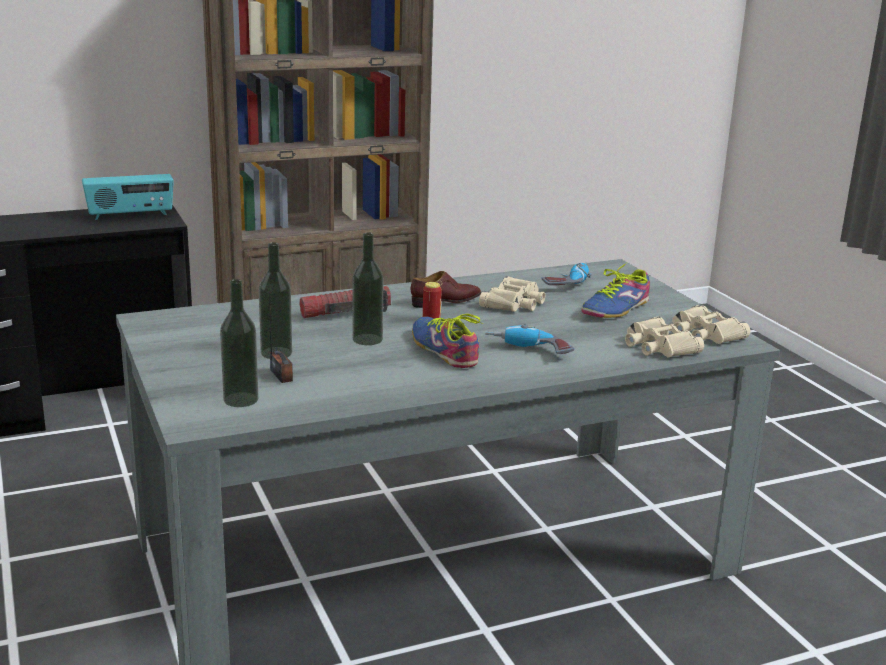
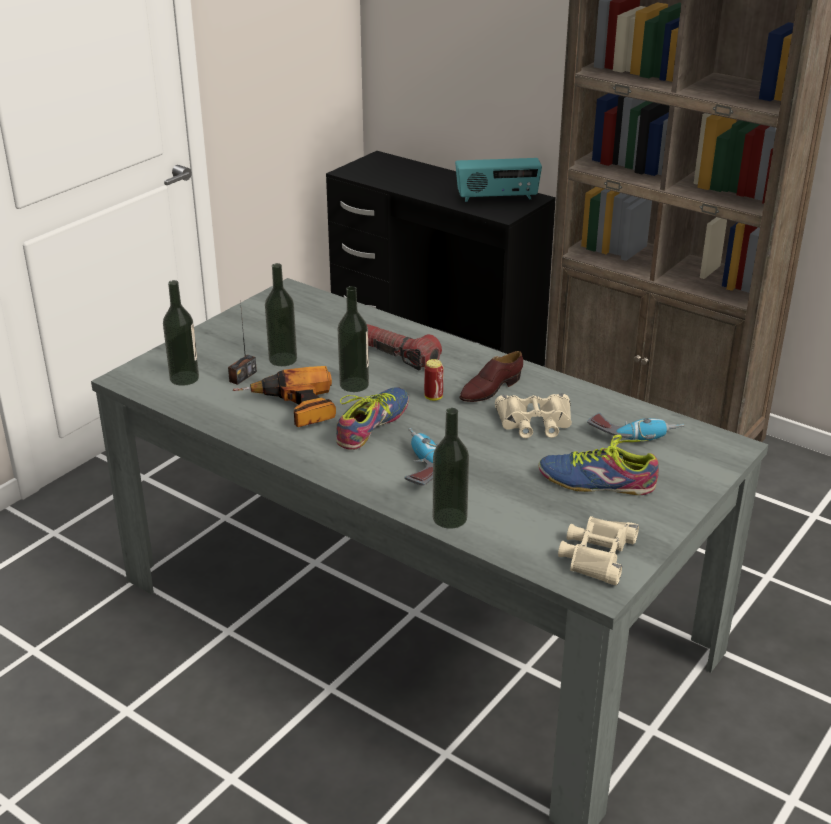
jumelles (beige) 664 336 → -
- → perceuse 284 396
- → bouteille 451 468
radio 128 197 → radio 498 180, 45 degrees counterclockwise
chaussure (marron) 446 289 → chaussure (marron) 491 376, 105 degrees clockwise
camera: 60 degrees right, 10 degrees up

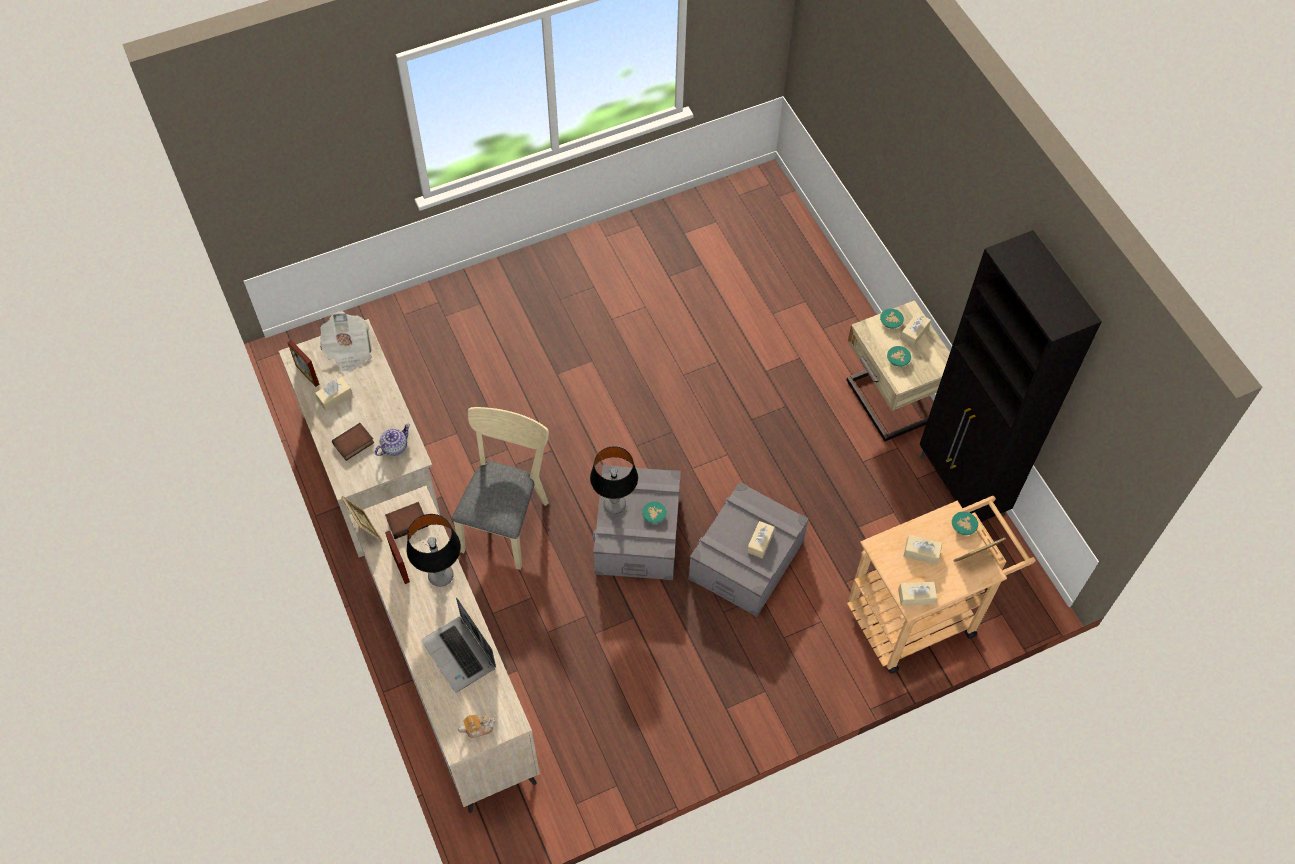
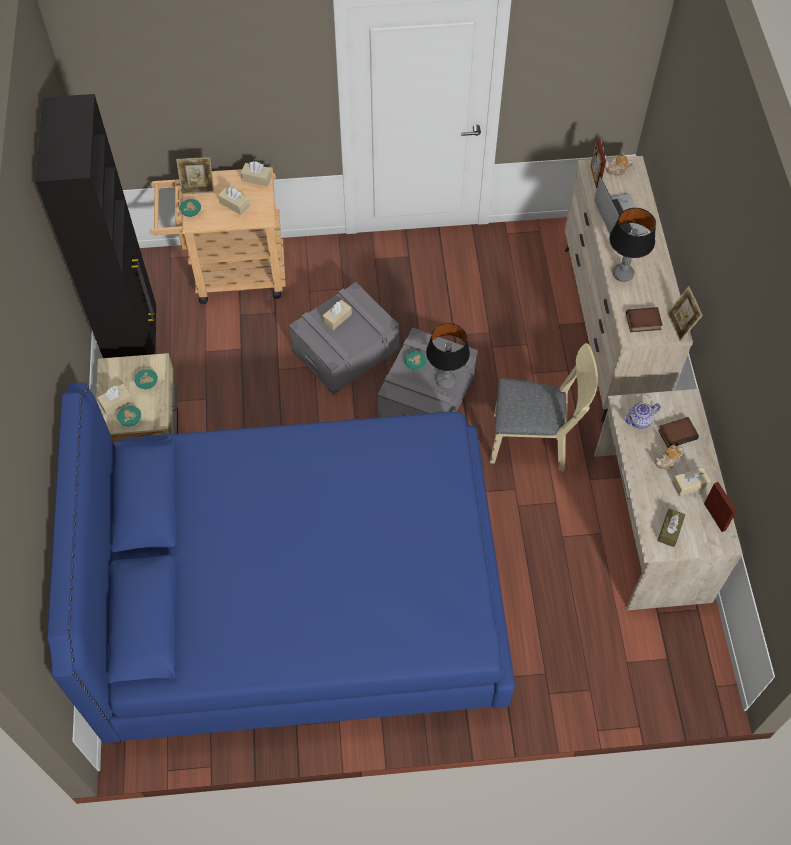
- → lit (bleu) 281 563
- → théière 669 457
cadre photo 397 557 → cadre photo 598 163, relocated
journal 346 342 → boîte à mouchoirs (marron) 672 528
chaise (beige) 500 488 → chaise (beige) 544 407, 120 degrees counterclockwise
camera: 160 degrees left, 0 degrees up

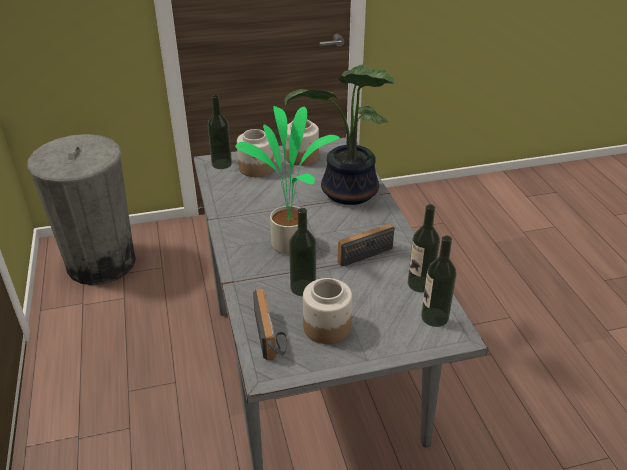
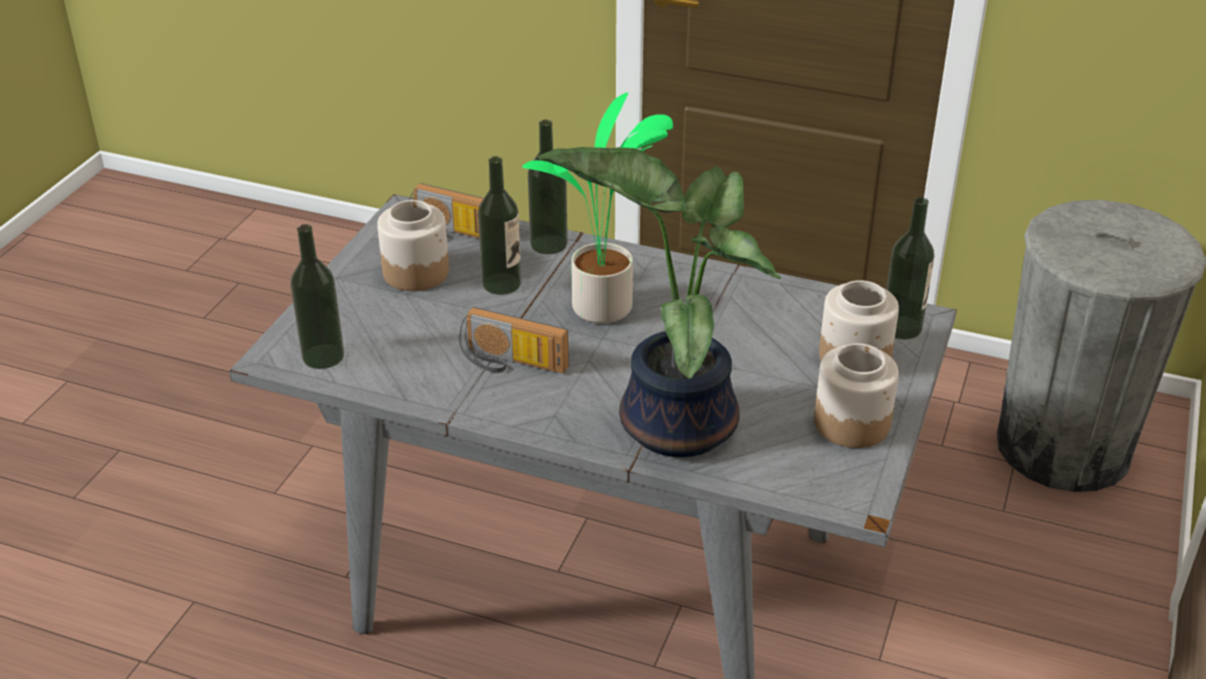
bouteille 424 248 → bouteille 548 187, relocated
radio 366 245 → radio 514 340, 105 degrees clockwise
camera: 125 degrees right, 0 degrees up

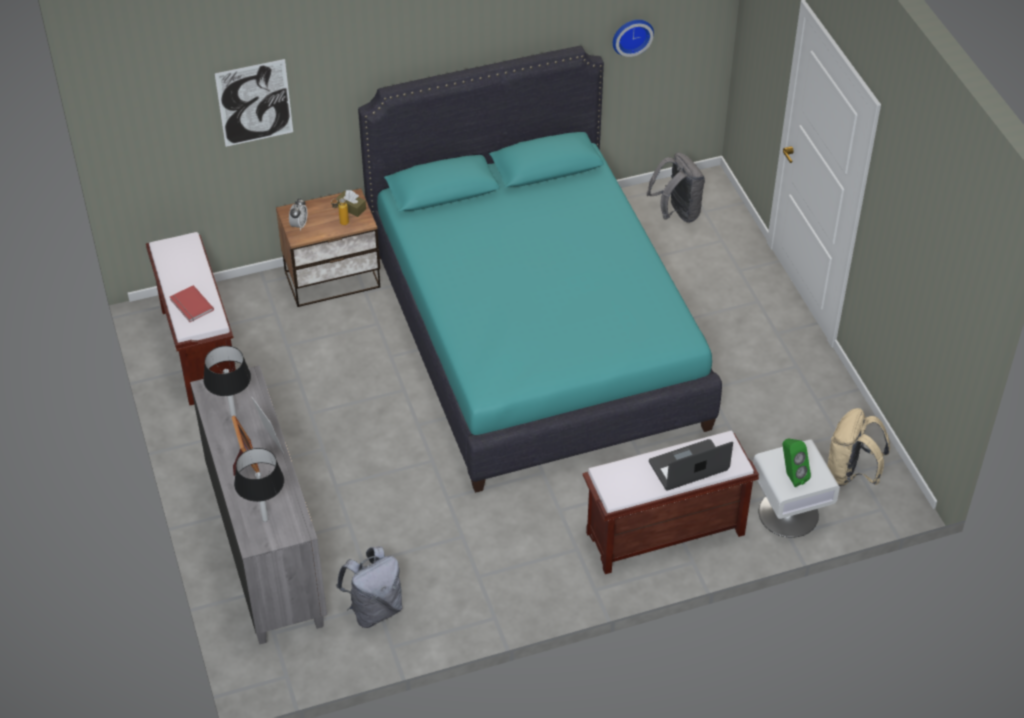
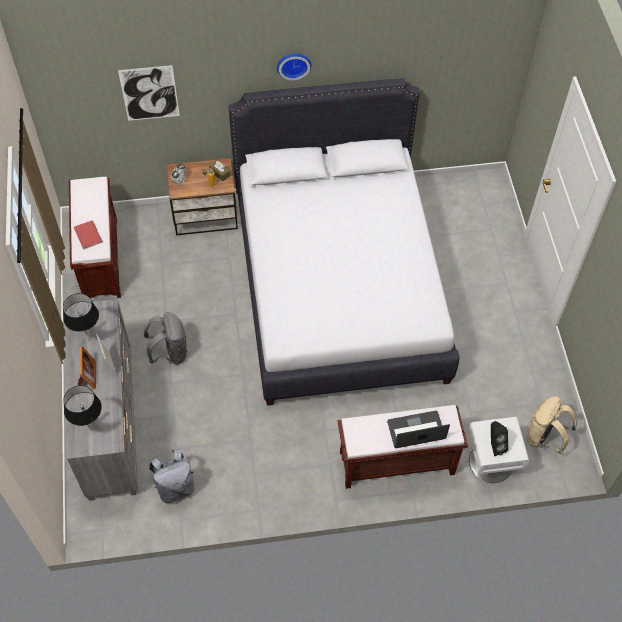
horloge murale 633 38 → horloge murale 294 66, relocated
sac à dos (gris) 676 187 → sac à dos (gris) 165 338, relocated
lit (turquoise) 540 269 → lit (blanc) 344 242
enceinte (vert) 797 463 → enceinte (noir) 499 438
camera: 10 degrees right, 10 degrees up

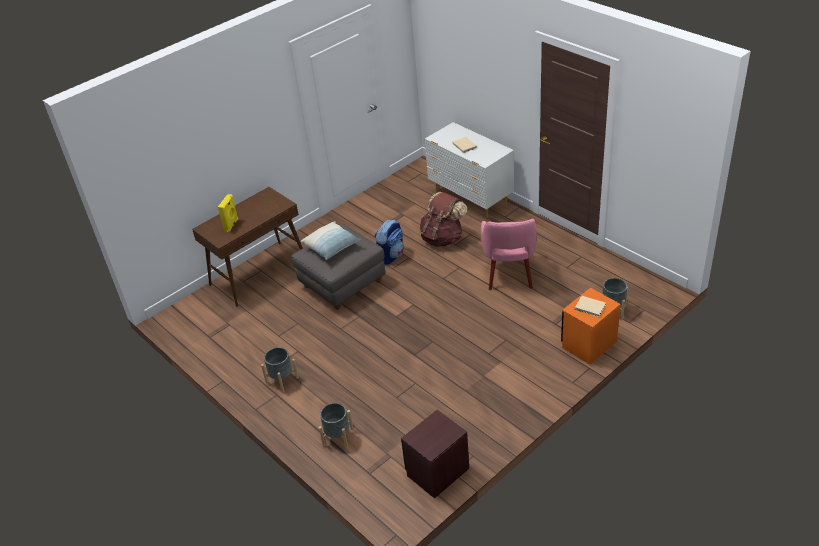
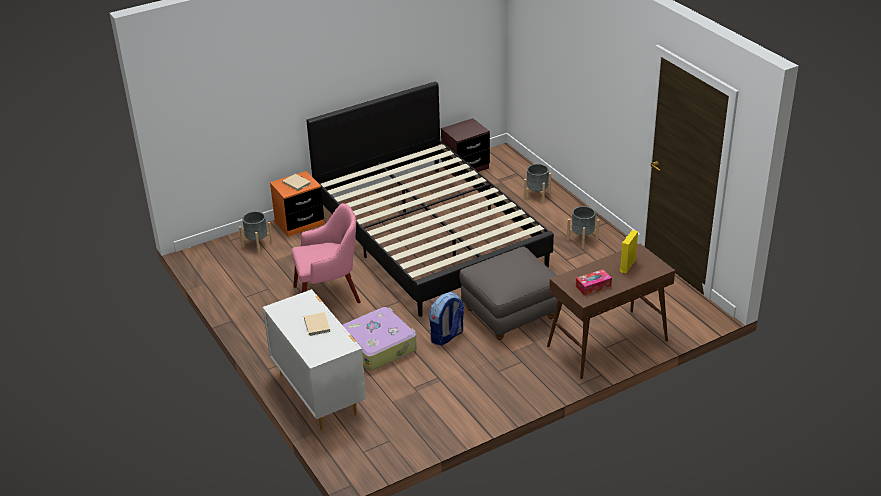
coussin 330 240 → -
- → lit (noir) 430 199
- → boîte à mouchoirs 594 282
sac à dos (marron) 443 219 → valise 380 339
fauteuil (rose) 509 254 → fauteuil (rose) 326 253, 60 degrees clockwise
camera: 170 degrees left, 5 degrees down

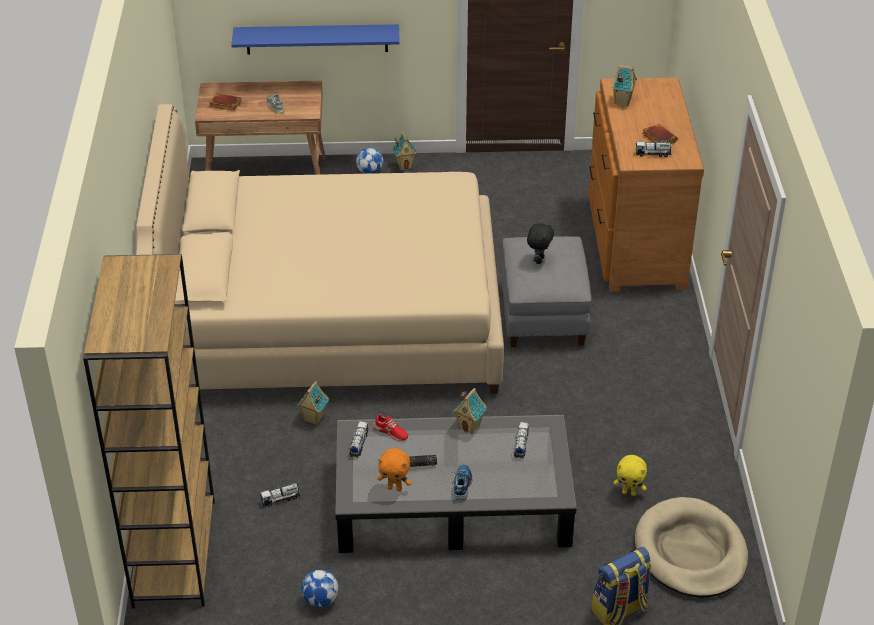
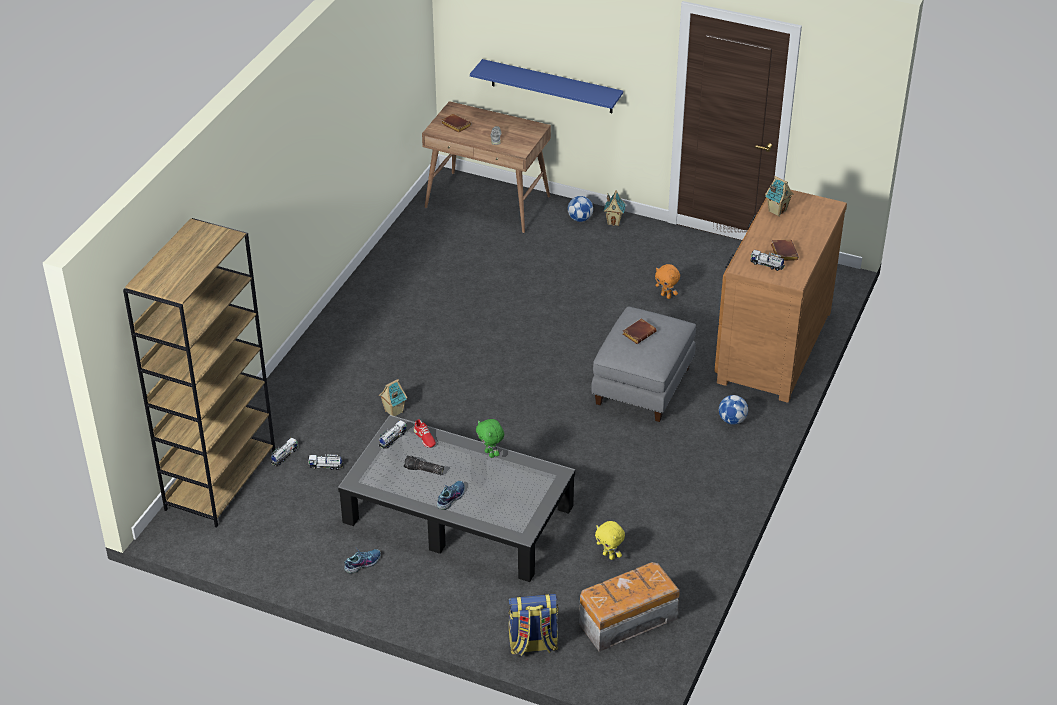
lit (beige) 320 249 → -
- → chaussure 362 561
ballon de foot 320 588 → ballon de foot 733 409, relocated
peluche (orange) 394 469 → peluche (orange) 667 281, relocated
camion jouet 521 440 → camion jouet 284 452, relocated
maison miniature 470 411 → peluche (vert) 490 438
peluche (noir) 540 243 → livre (marron) 640 331
panier pour chien (beige) 691 547 → boîte de rangement 629 607
camera: 25 degrees right, 0 degrees up

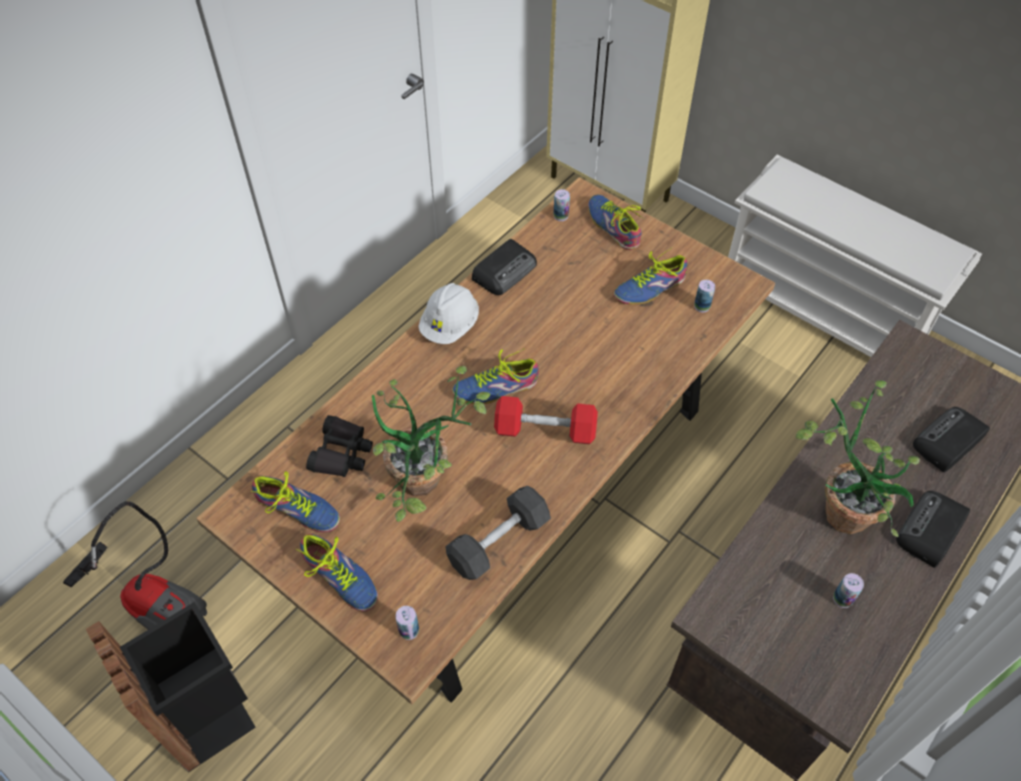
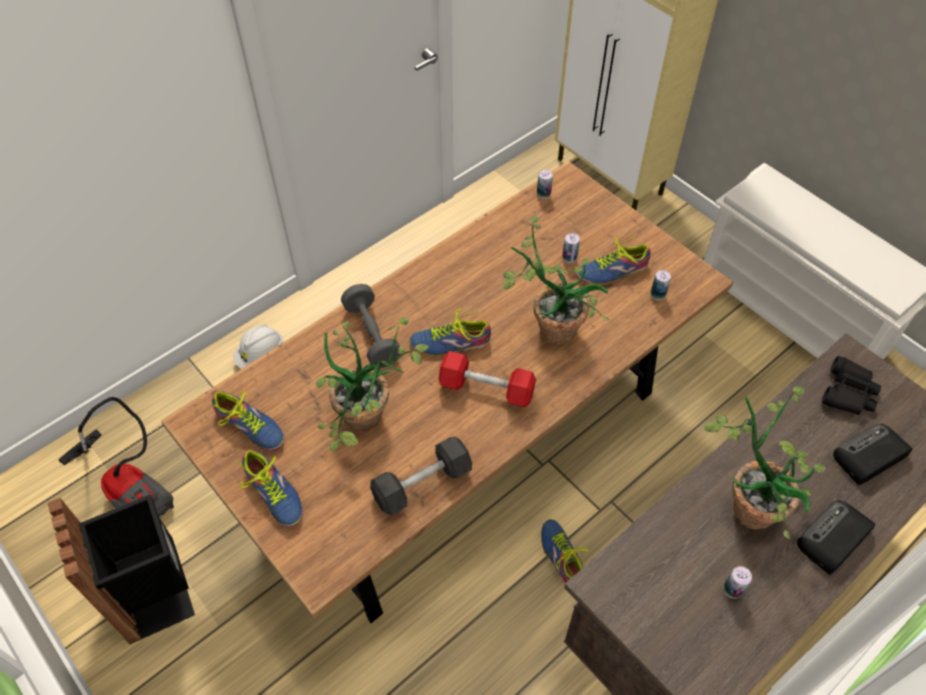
radio 504 267 → -
- → haltère (gris) 371 326
- → plante en pot 556 280
jumelles (noir) 339 446 → jumelles (noir) 851 385, relocated
boîte métallique 407 623 → boîte métallique 571 248, relocated
casque de chantier (blanc) 448 313 → casque de chantier (blanc) 258 347, relocated
chaussure 616 222 → chaussure 565 552, relocated
camera: 10 degrees right, 0 degrees up

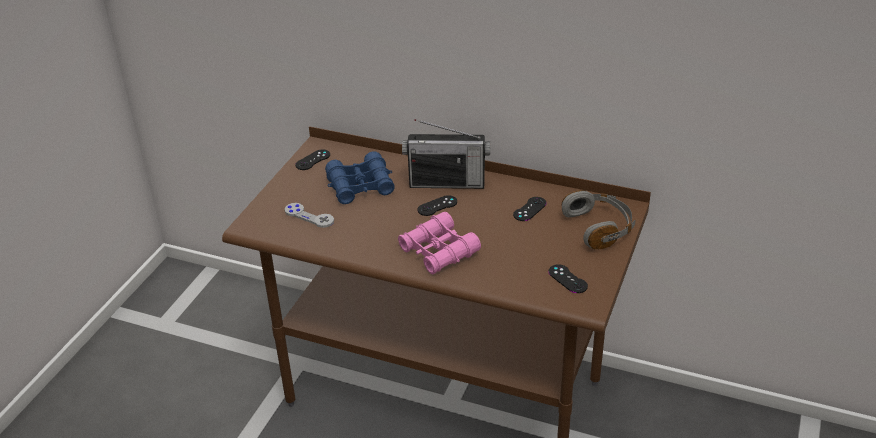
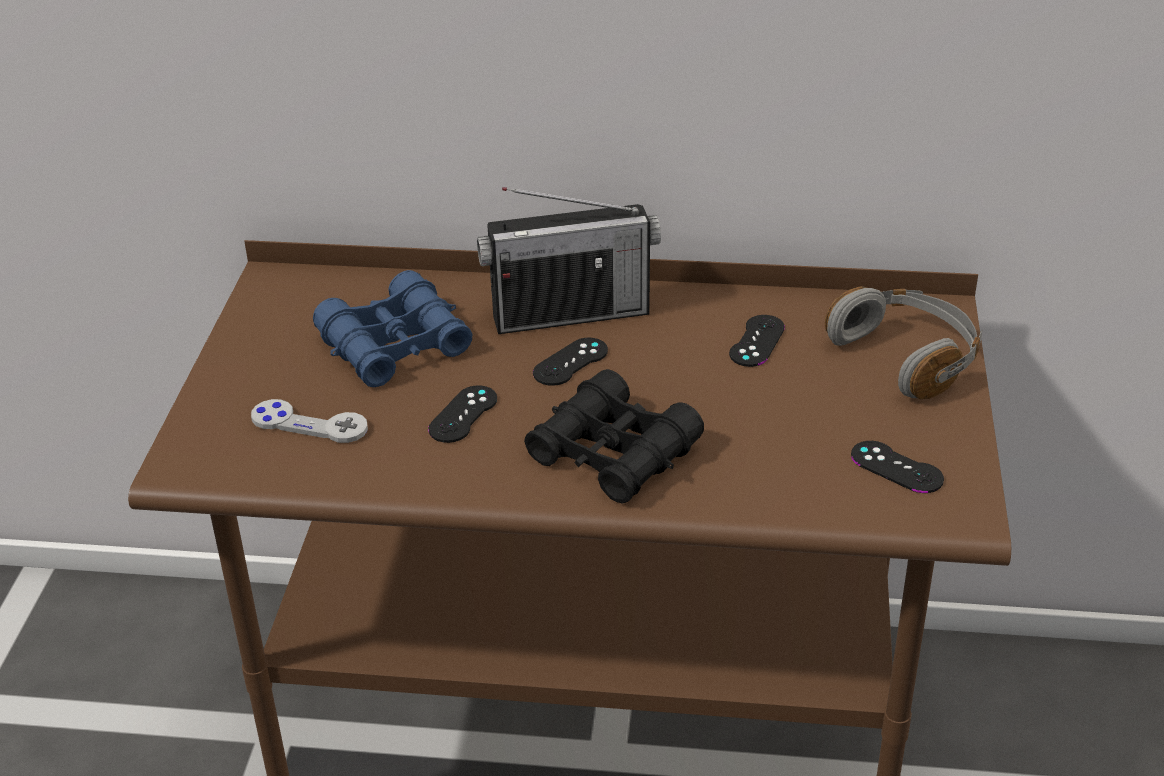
manette (noir) 312 159 → manette (noir) 462 414, relocated
jumelles (rose) 439 243 → jumelles (noir) 614 436
camera: 15 degrees left, 0 degrees up

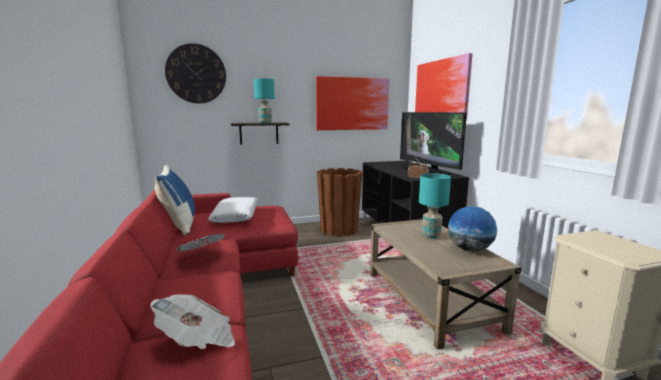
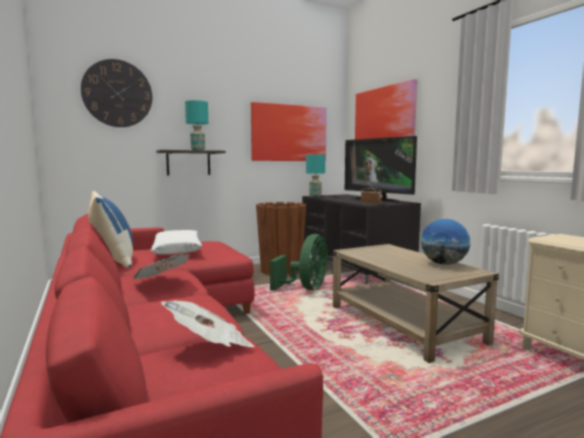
- → ventilateur (vert) 299 262
lampe de table (turquoise) 435 205 → lampe de table (turquoise) 315 176, relocated
camera: 10 degrees left, 5 degrees down

